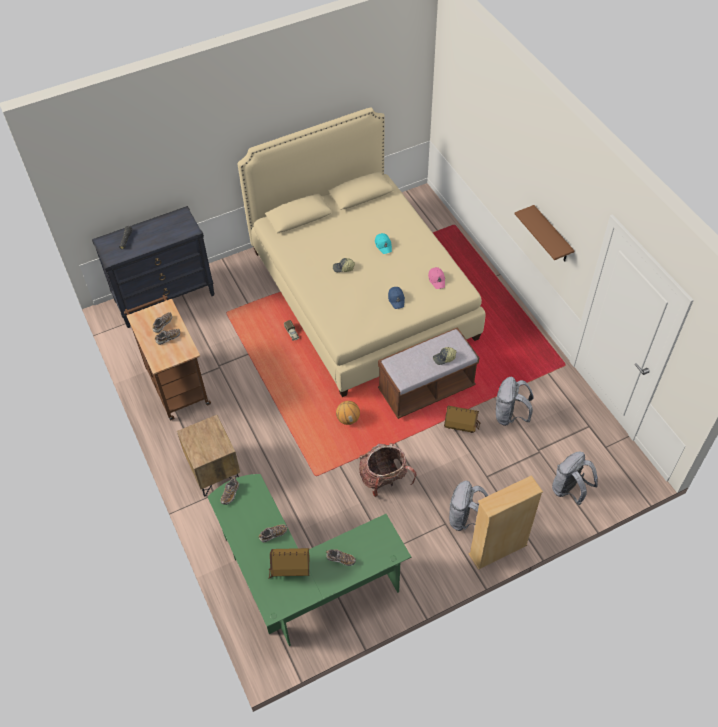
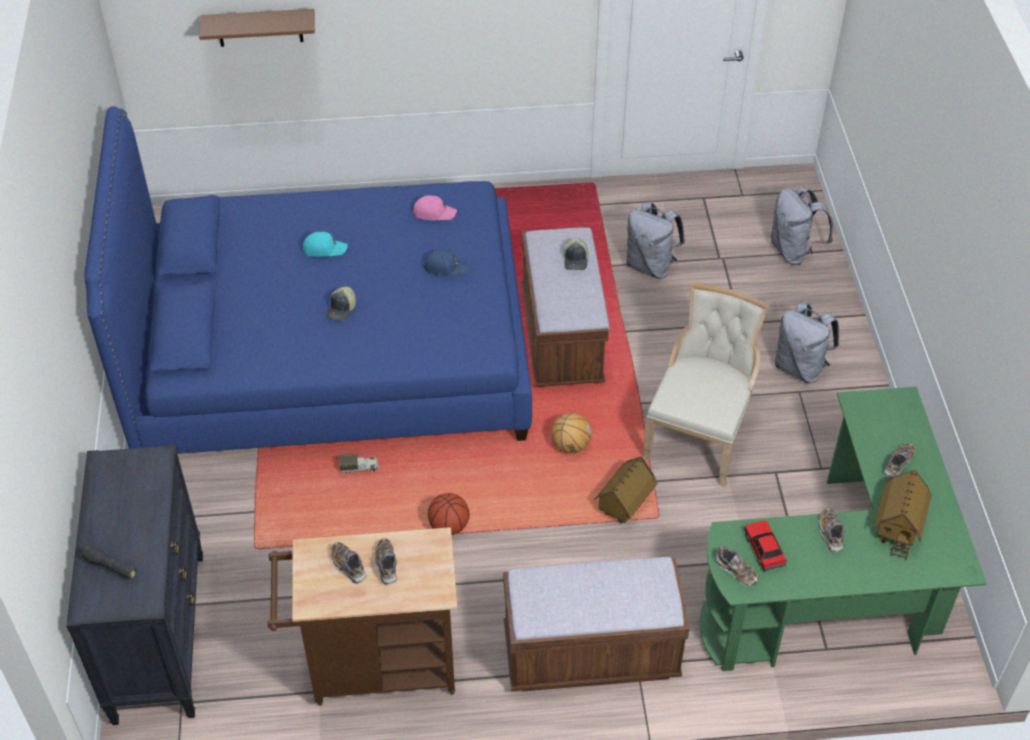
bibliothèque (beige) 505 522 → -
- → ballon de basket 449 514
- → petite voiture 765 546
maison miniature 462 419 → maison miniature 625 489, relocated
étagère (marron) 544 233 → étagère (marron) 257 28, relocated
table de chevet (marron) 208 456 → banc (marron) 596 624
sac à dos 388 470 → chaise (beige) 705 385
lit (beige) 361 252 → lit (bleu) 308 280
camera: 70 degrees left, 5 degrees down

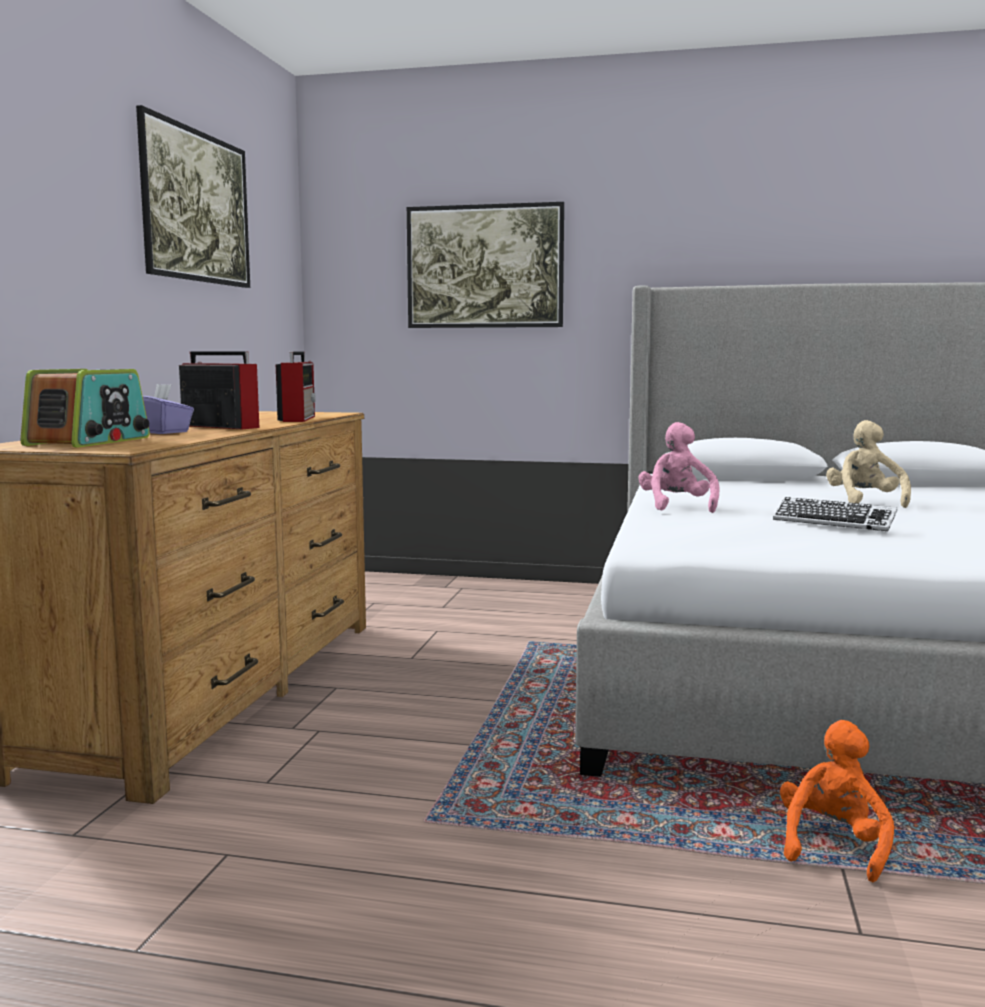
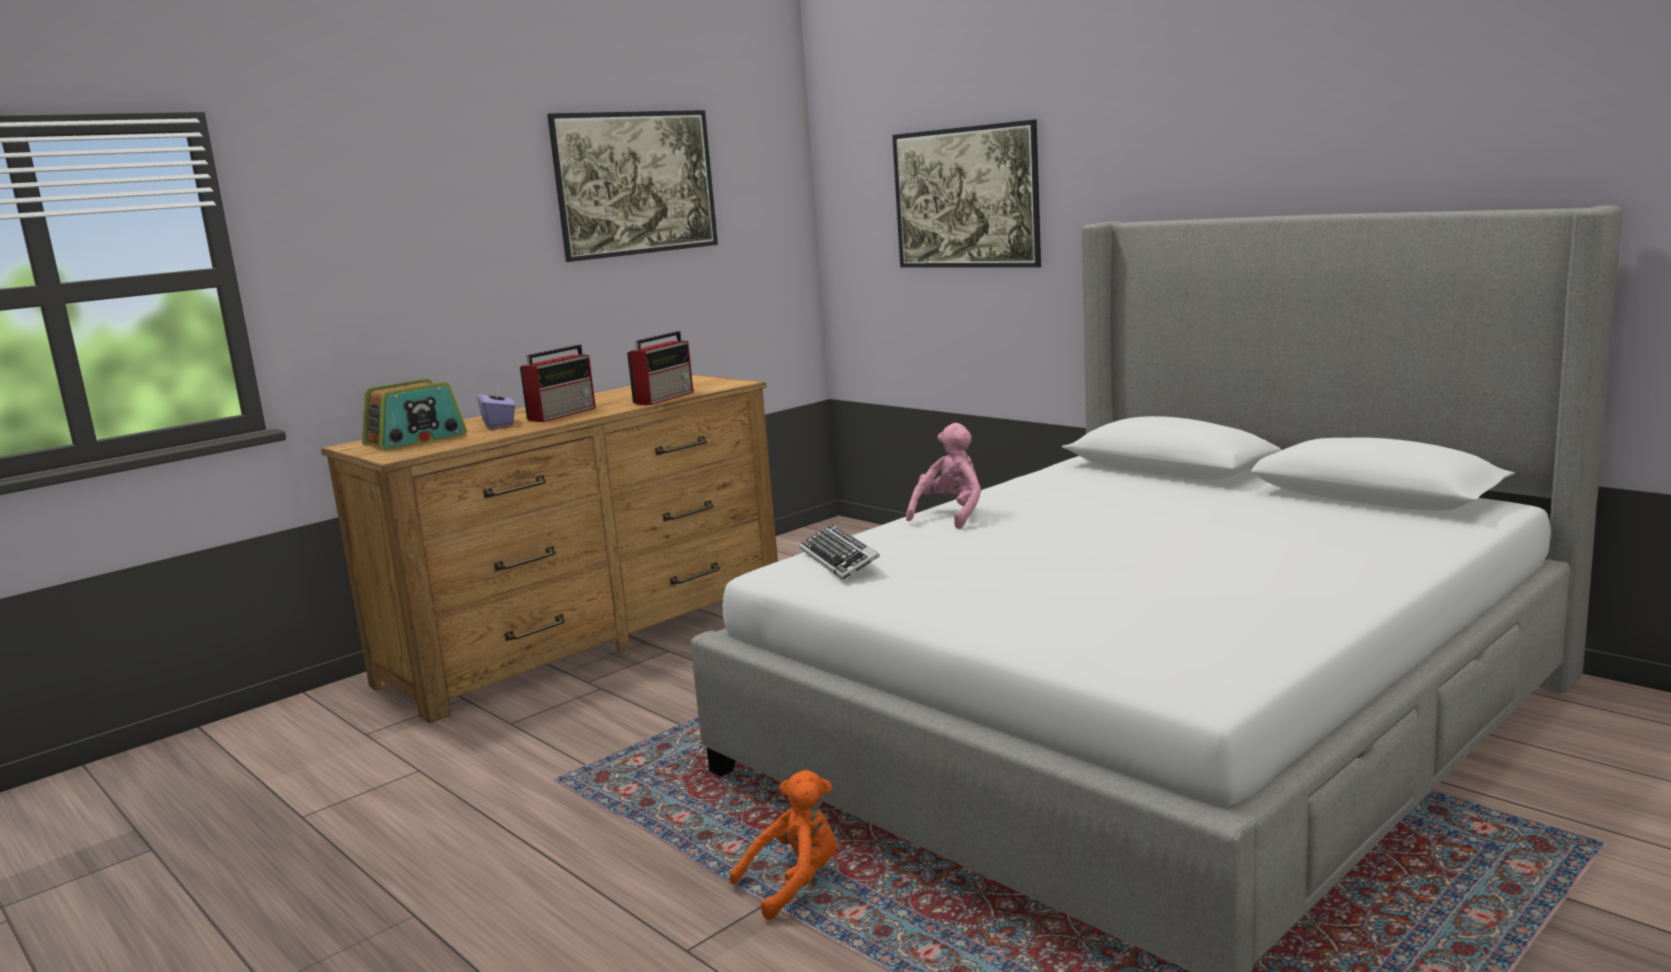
peluche (beige) 868 464 → -
clavier 835 514 → clavier 840 552, relocated
radio 219 390 → radio 558 383, 60 degrees clockwise
camera: 35 degrees right, 5 degrees up

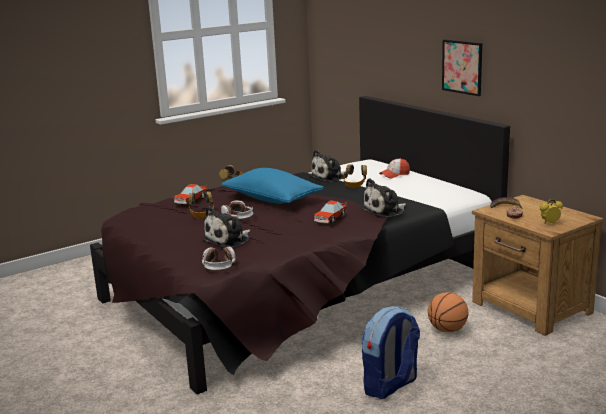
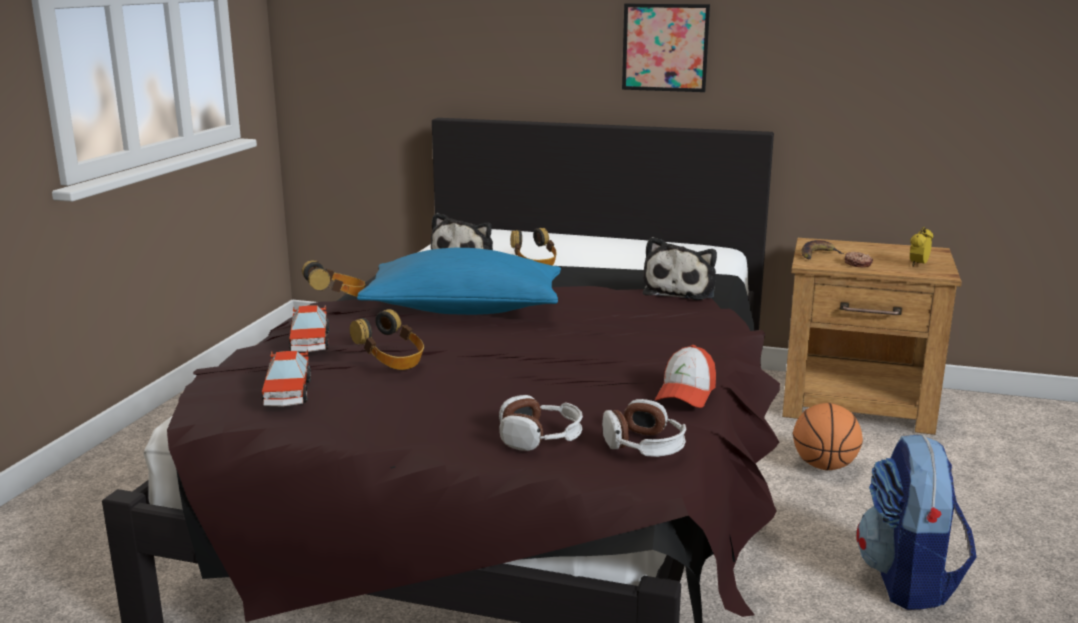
peluche 226 227 → -
casque audio 237 210 → casque audio 541 423, relocated
petite voiture 330 212 → petite voiture 286 377, relocated
casquette 394 168 → casquette 685 376, relocated
camera: 40 degrees left, 0 degrees up

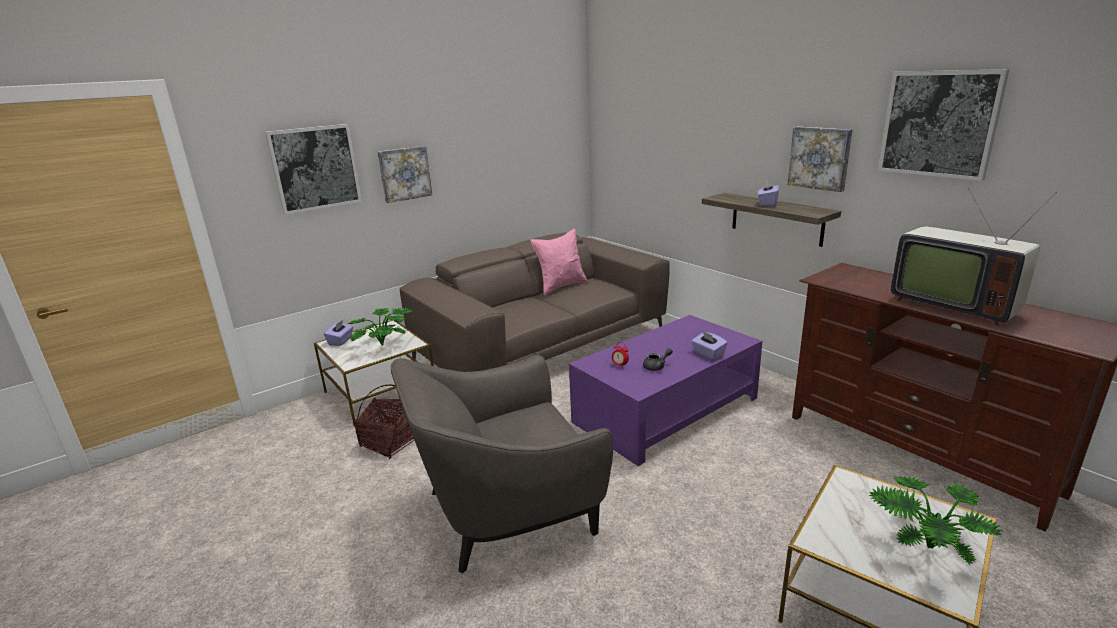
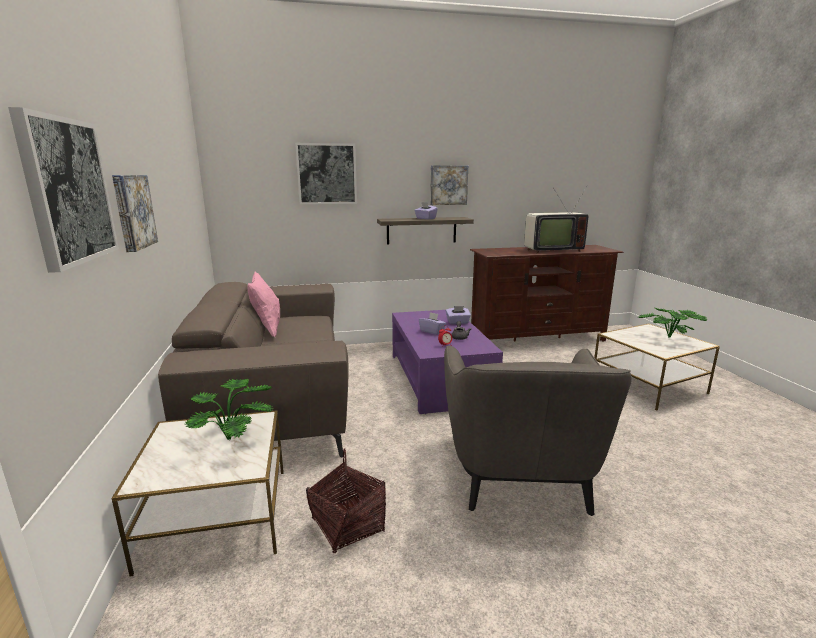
boîte à mouchoirs (violet) 338 333 → boîte à mouchoirs (violet) 432 323, relocated
tableau 944 125 → tableau 326 173, relocated
camera: 65 degrees left, 5 degrees down

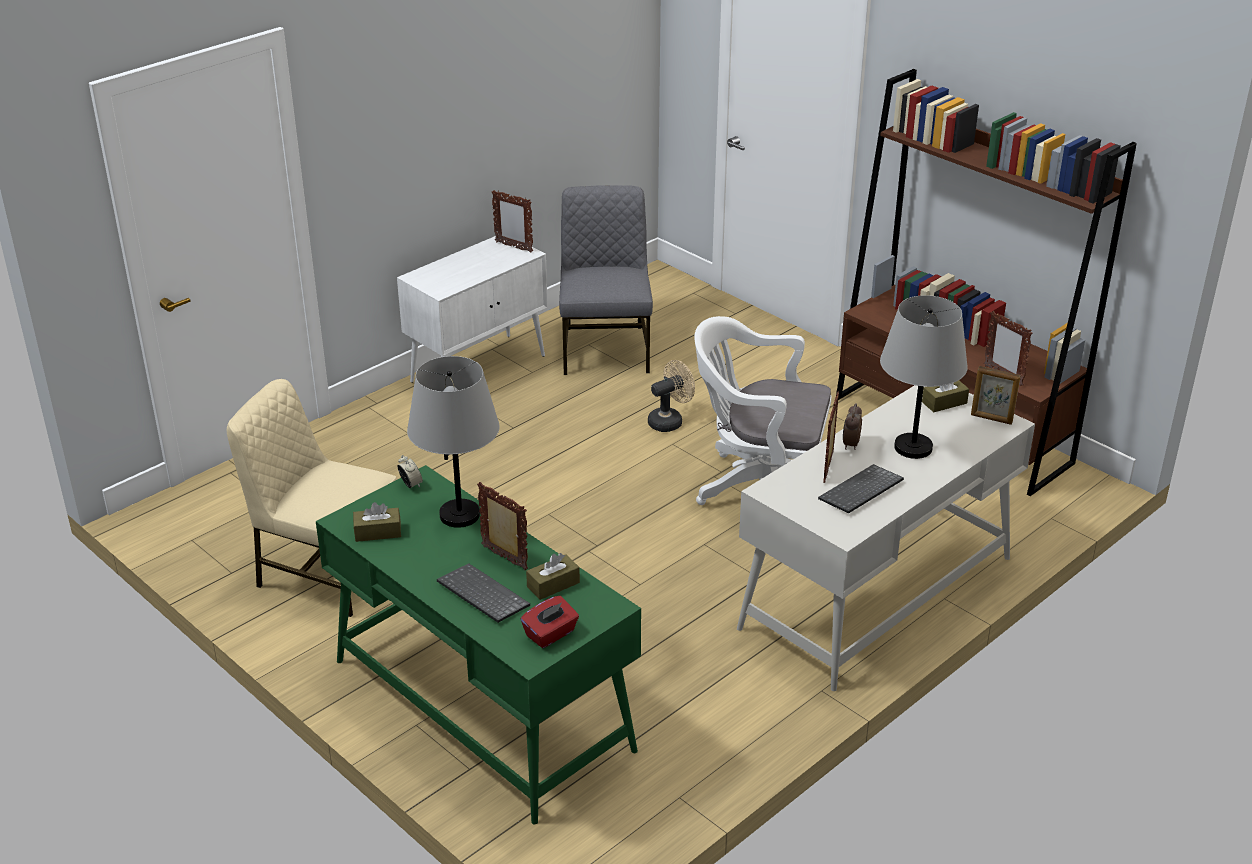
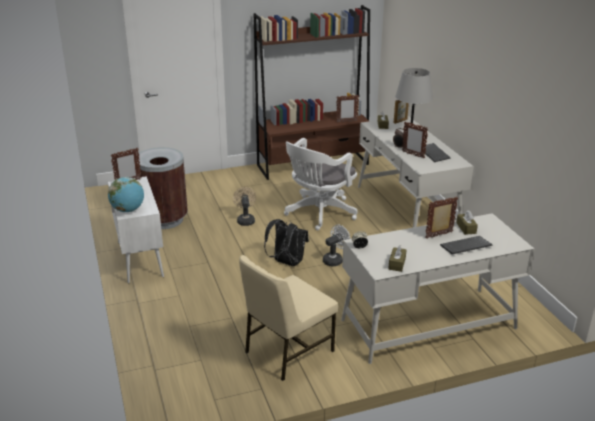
lampe de table (gris) 453 442 → -
boîte à mouchoirs (rouge) 550 622 → -
- → globe 126 194
- → sac à dos (noir) 286 242
- → ventilateur (blanc) 336 245
chaise (gris) 606 280 → poubelle (marron) 162 188
bureau (vert) 478 644 → bureau (blanc) 437 288
camera: 65 degrees left, 5 degrees down

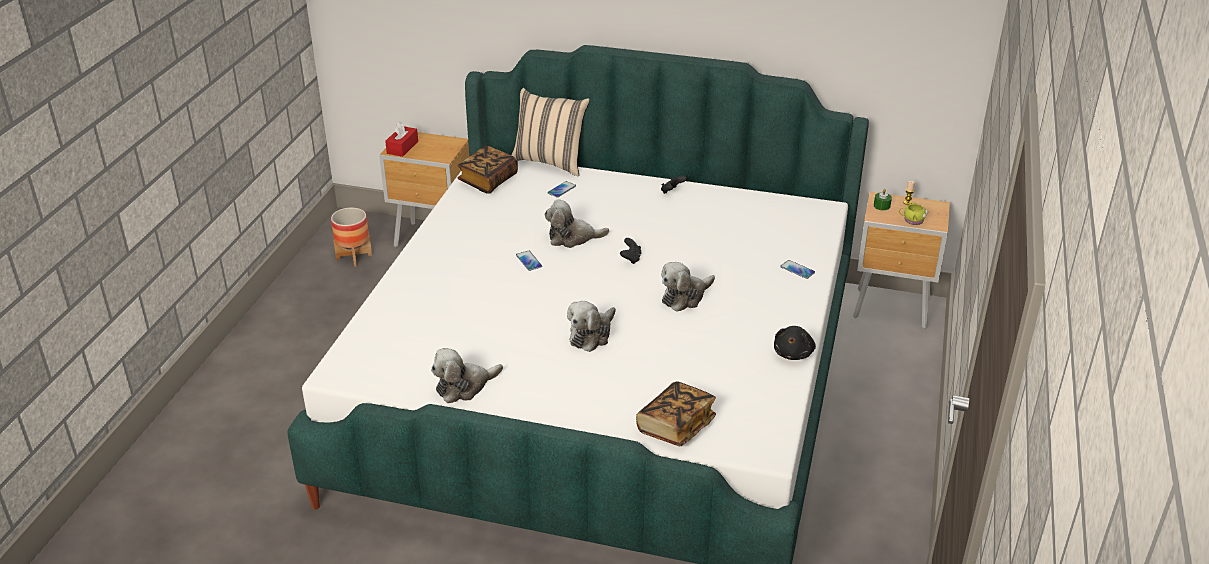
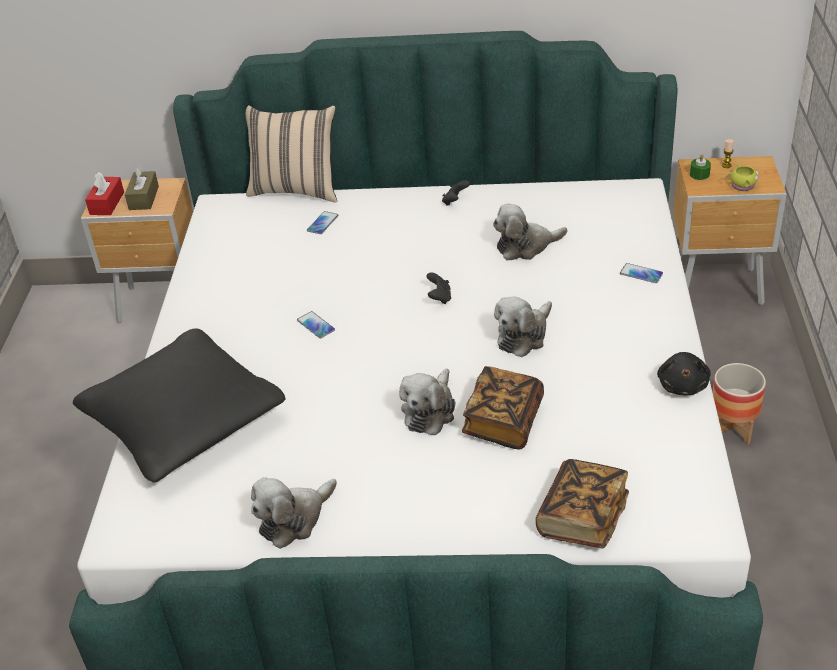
- → coussin (noir) 179 405
- → boîte à mouchoirs (marron) 142 188
cache-pot 351 237 → cache-pot 739 404, relocated
livre 487 170 → livre 503 408, relocated
peluche 577 224 → peluche 530 231, relocated
camera: 10 degrees left, 5 degrees up

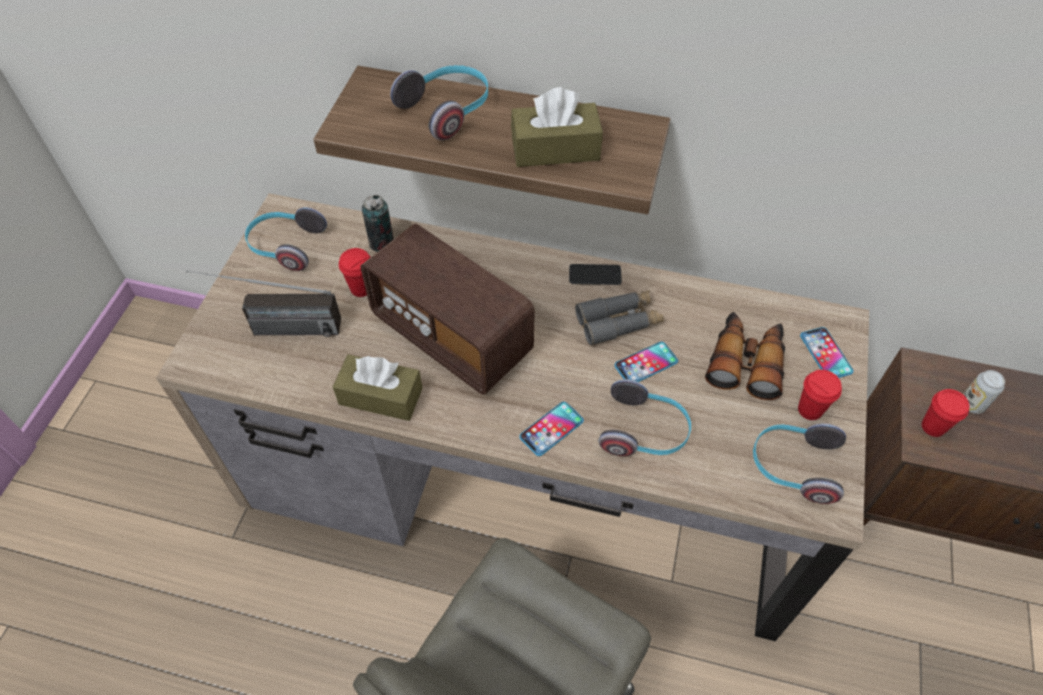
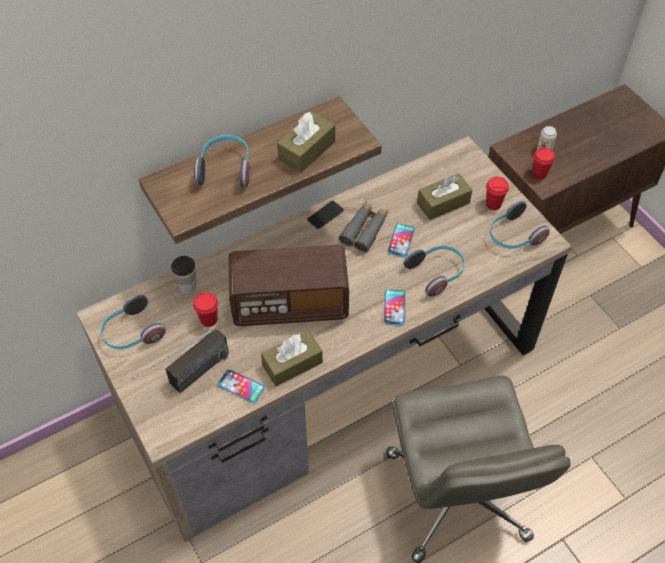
téléphone 826 352 → téléphone 241 386, relocated
boîte métallique 378 223 → tasse 183 275
jumelles 745 356 → boîte à mouchoirs (marron) 444 196
camera: 45 degrees left, 0 degrees up

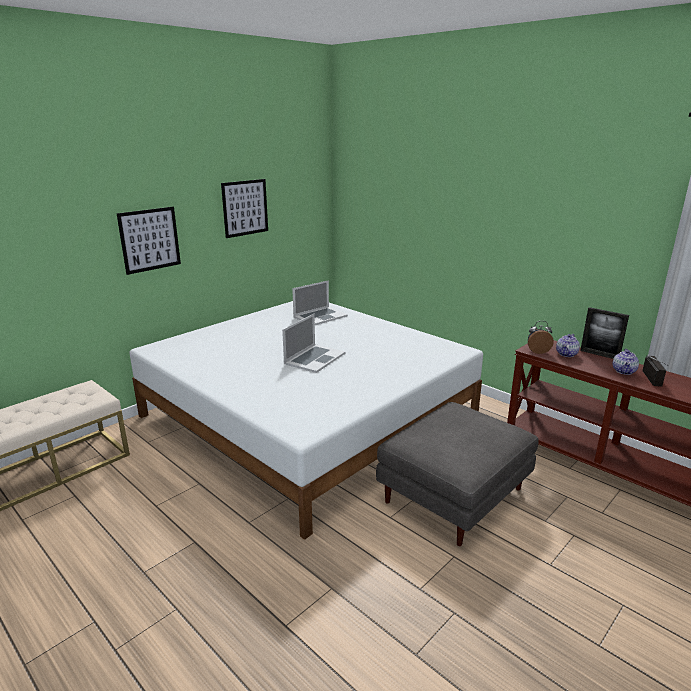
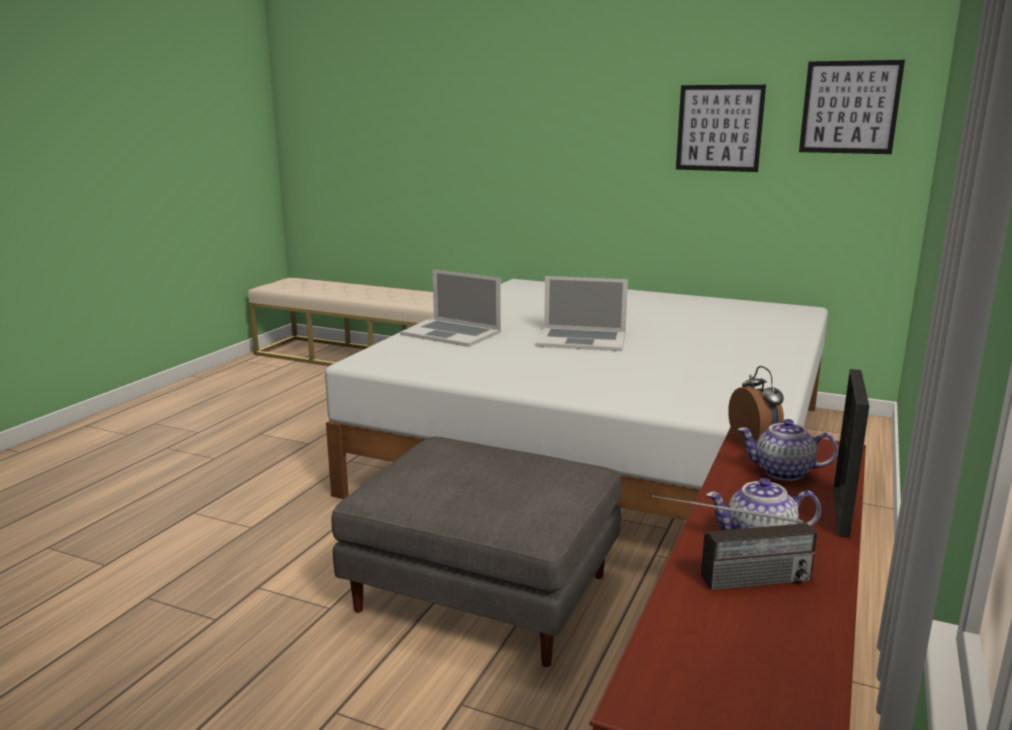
tableau 149 241 → tableau 852 107, relocated
ordinateur portable 320 302 → ordinateur portable 450 308, relocated
camera: 70 degrees right, 5 degrees down

